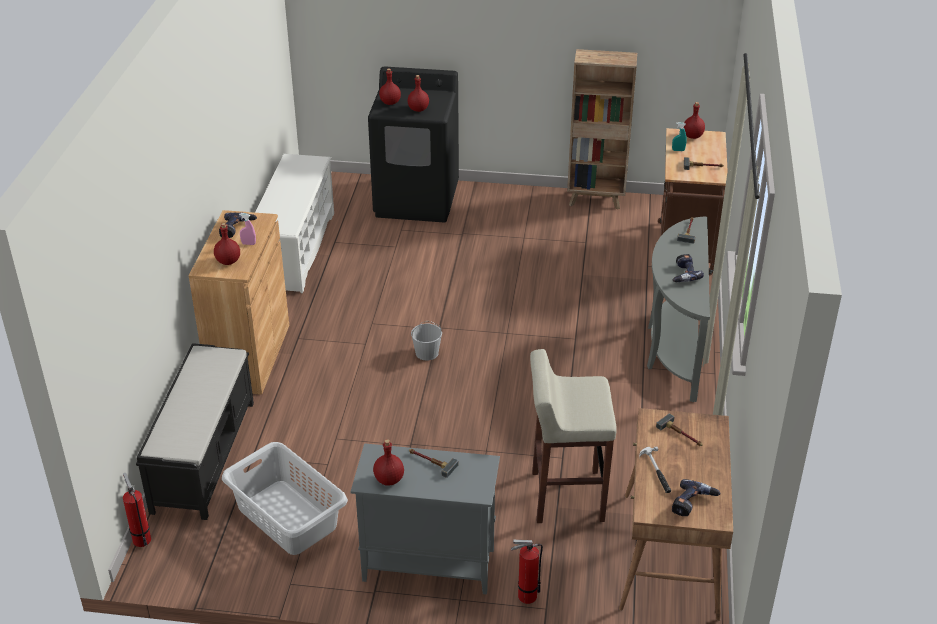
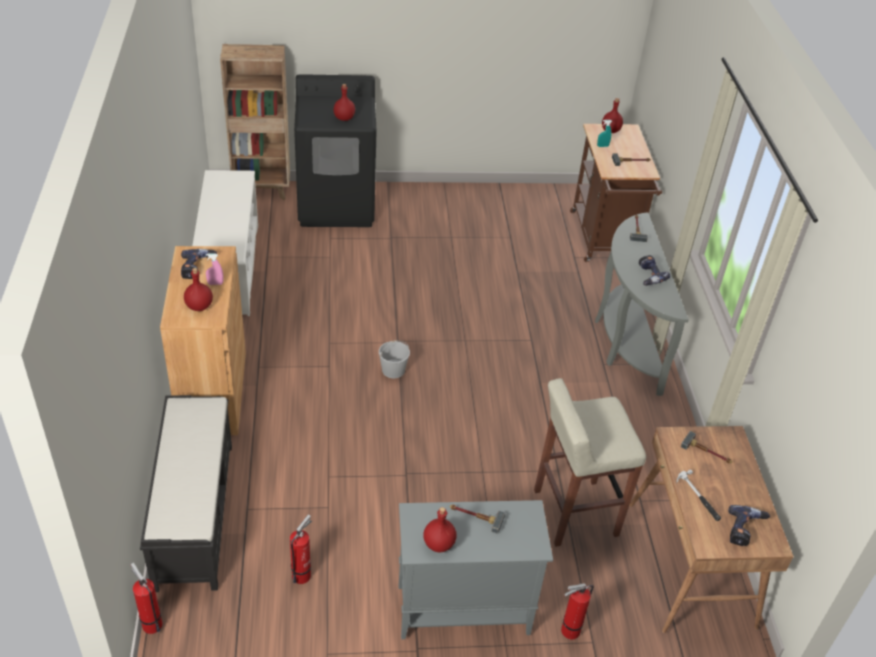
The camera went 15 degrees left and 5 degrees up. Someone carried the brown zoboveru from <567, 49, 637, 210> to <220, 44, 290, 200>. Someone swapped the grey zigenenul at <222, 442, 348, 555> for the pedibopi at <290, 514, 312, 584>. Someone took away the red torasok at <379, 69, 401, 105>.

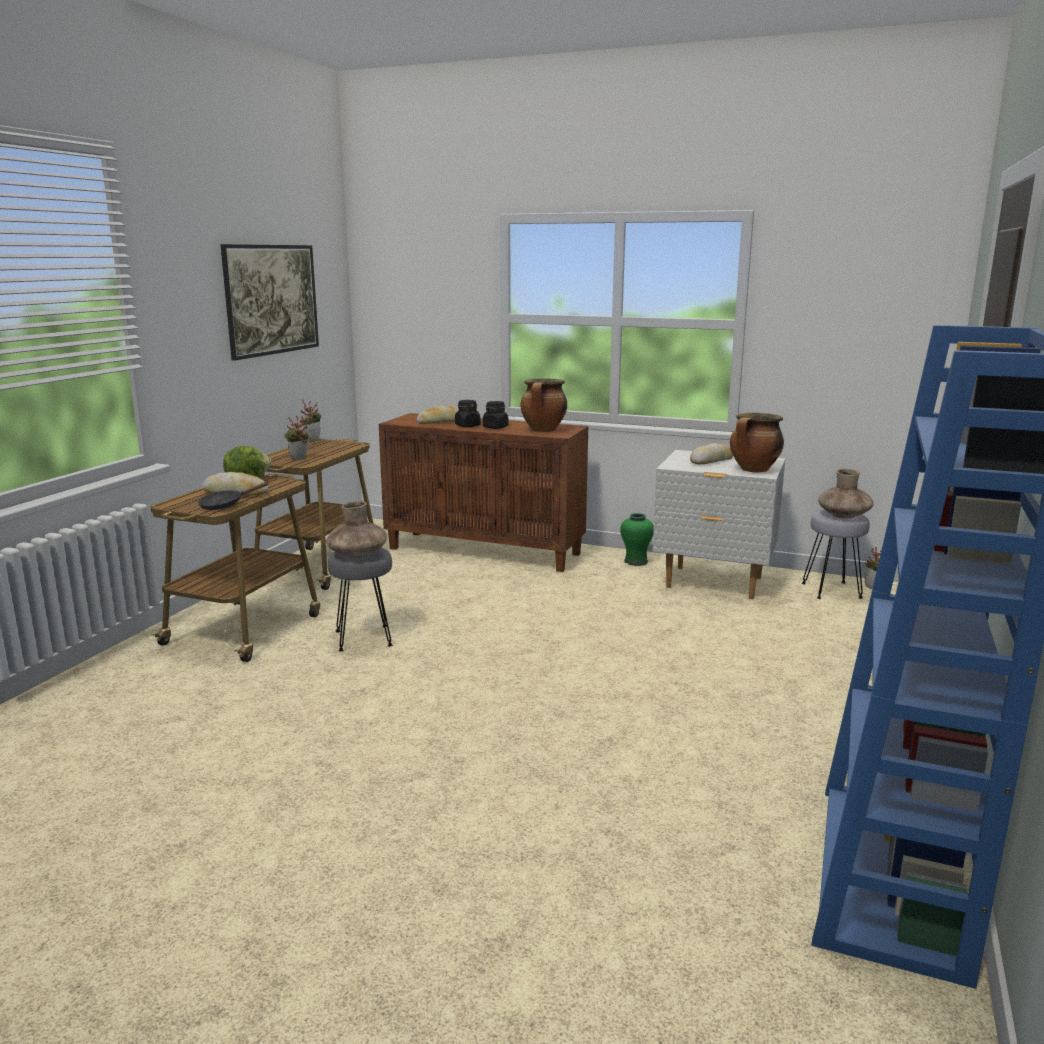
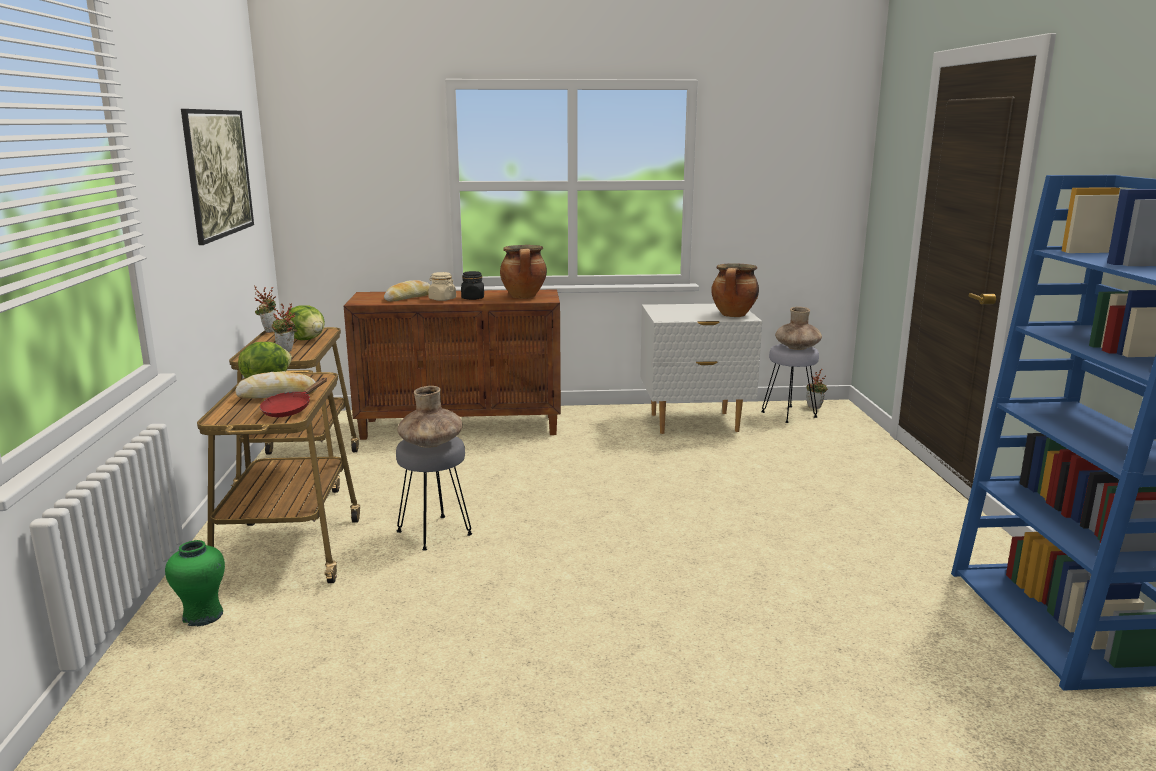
The camera went 25 degrees left and 0 degrees up. Someone carried the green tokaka from <620, 513, 654, 566> to <165, 540, 225, 627>. Someone repainted the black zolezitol at <198, 482, 268, 510>, which became the red zolezitol at <260, 378, 327, 417>. Someone put down the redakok at <285, 305, 325, 340>. Someone repainted the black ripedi at <455, 400, 481, 427>, which became the beige ripedi at <428, 272, 456, 301>. Someone took away the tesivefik at <690, 443, 733, 464>.

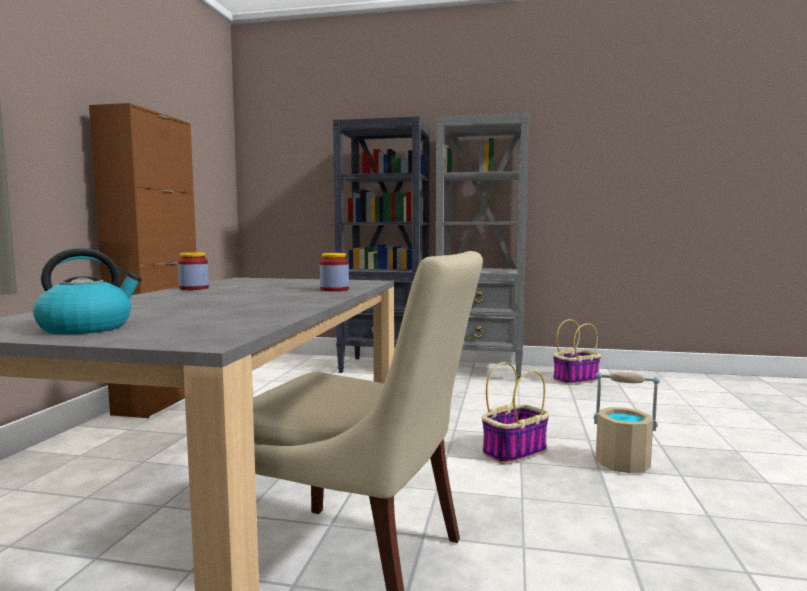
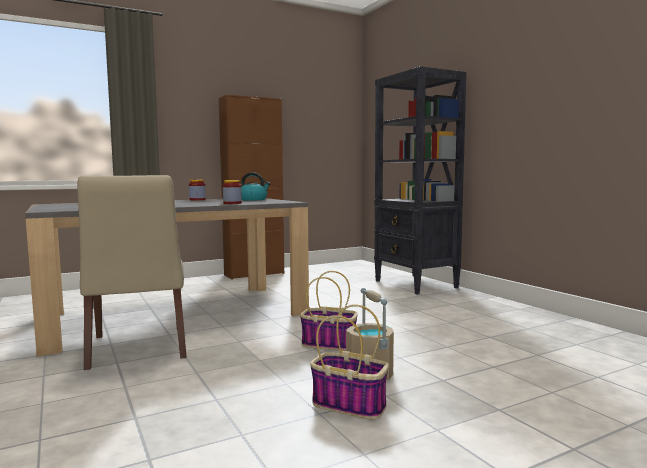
The camera went 50 degrees right and 0 degrees up. Someone carried the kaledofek from <33, 248, 142, 334> to <241, 172, 270, 200>. Someone carried the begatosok from <553, 319, 601, 385> to <310, 304, 389, 420>. Someone took away the grey zoboveru at <436, 113, 529, 381>.

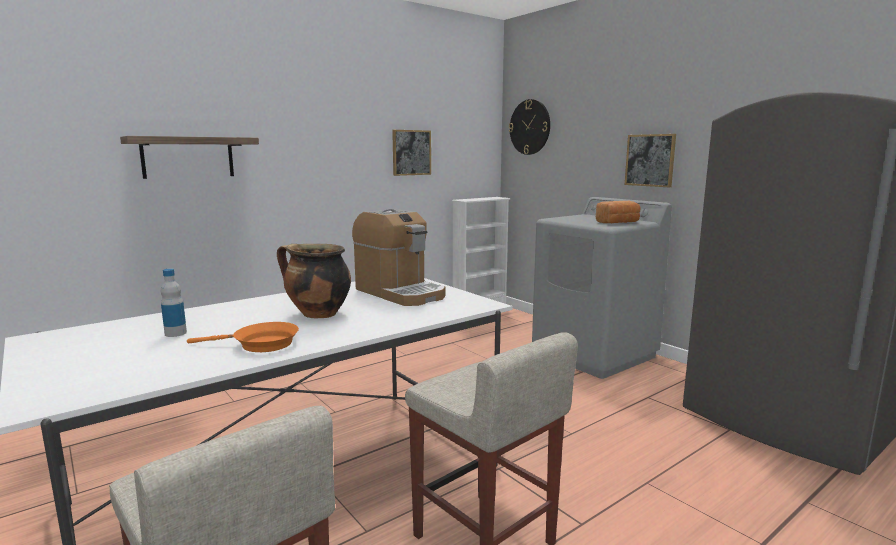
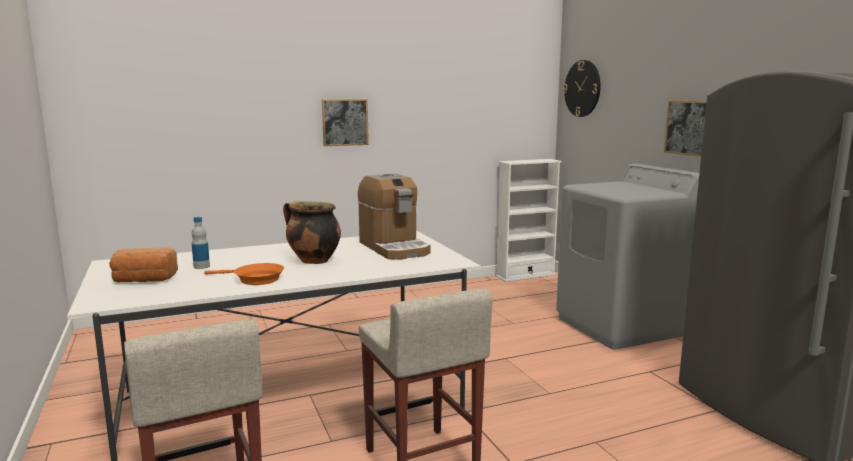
The camera went 15 degrees right and 0 degrees up. Someone carried the tesivefik from <596, 201, 641, 223> to <109, 248, 178, 283>. Someone carried the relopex from <392, 130, 431, 176> to <322, 99, 369, 146>. Someone took away the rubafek at <120, 136, 259, 179>.

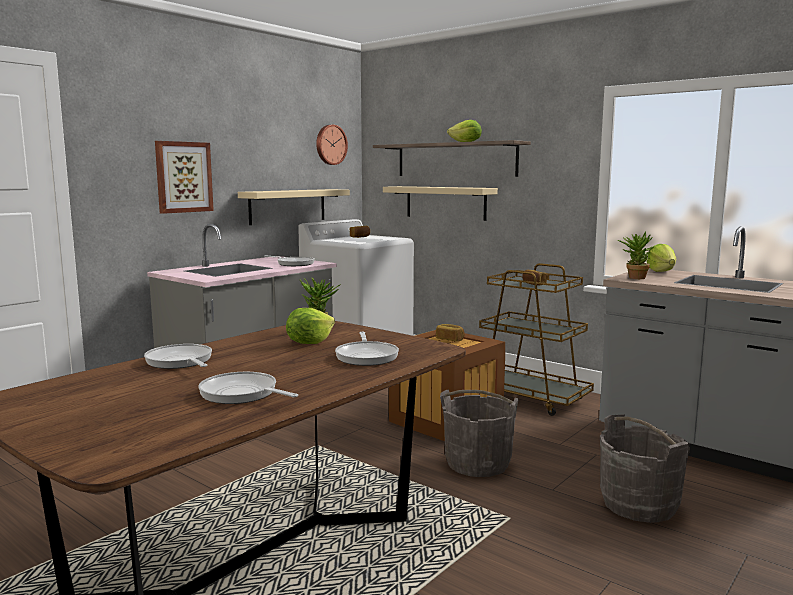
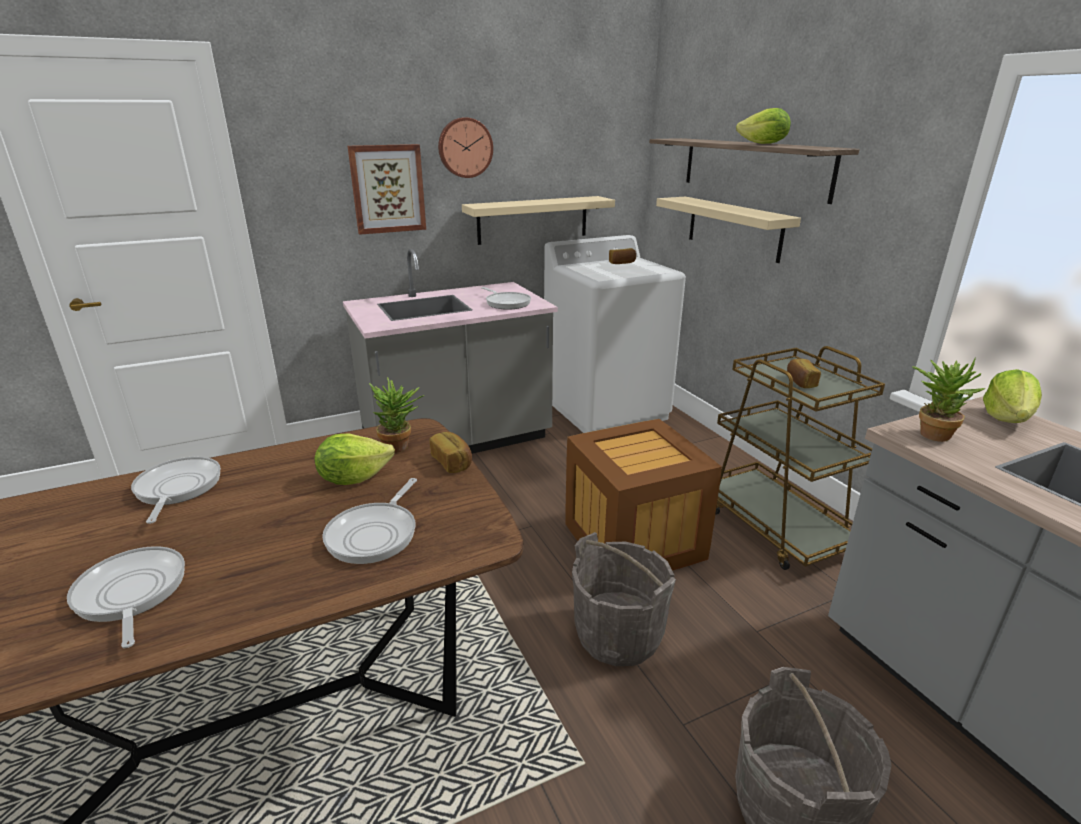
The camera went 25 degrees right and 15 degrees up. Someone carried the tesivefik from <436, 324, 465, 342> to <429, 432, 472, 473>. Someone carried the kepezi from <316, 125, 348, 165> to <438, 117, 493, 178>.

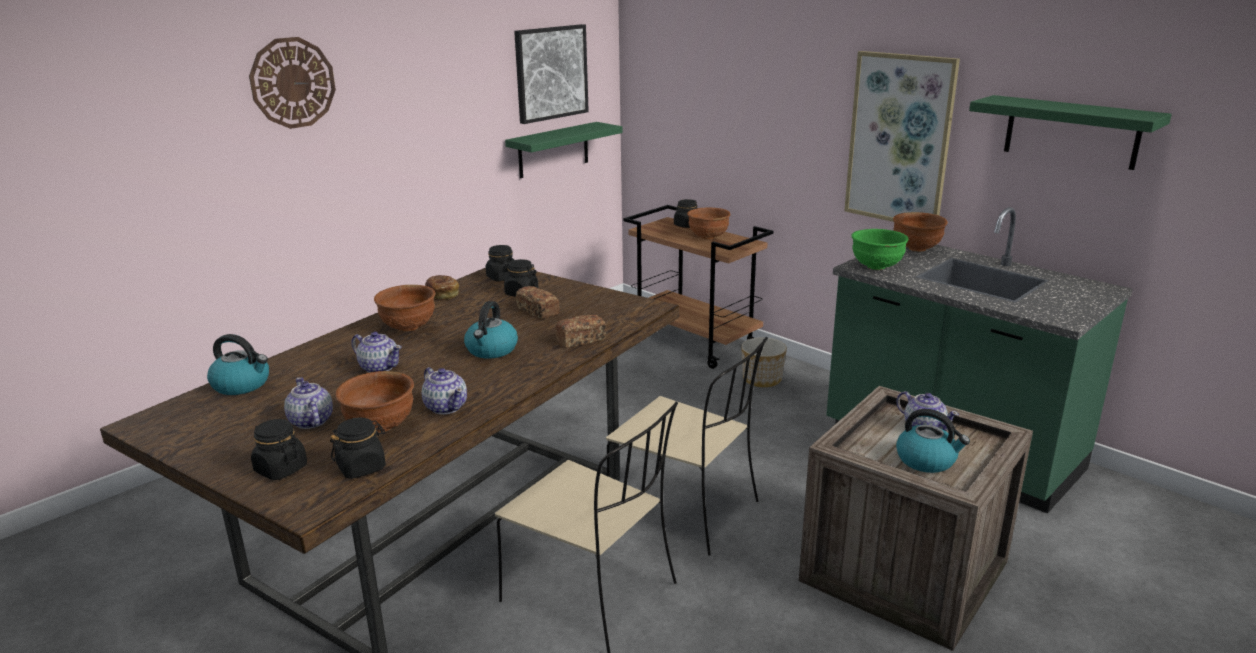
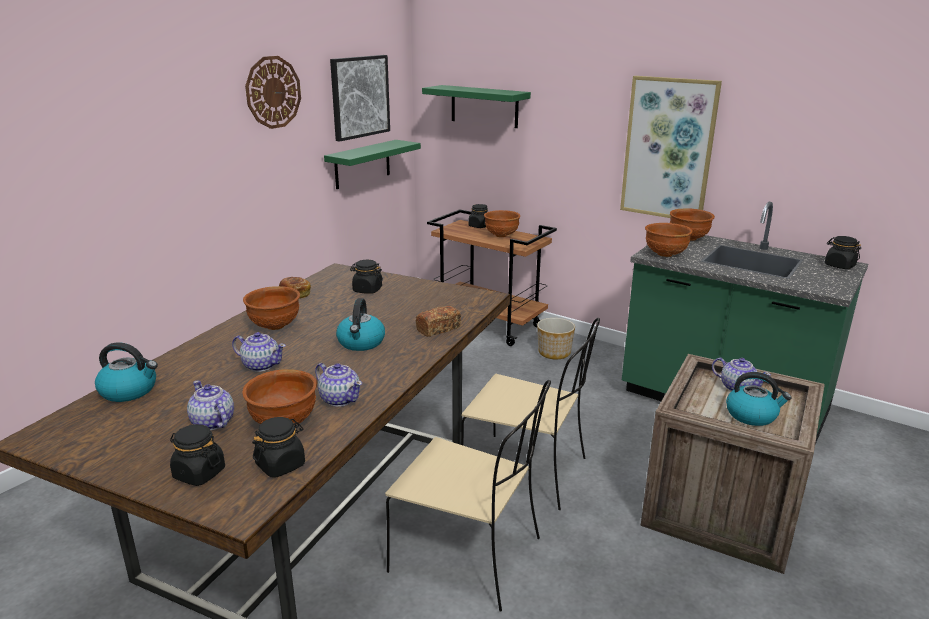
The camera went 10 degrees left and 0 degrees up. Someone carried the kepezi from <249, 37, 336, 129> to <245, 56, 301, 129>. Someone carried the green rubafek from <969, 95, 1172, 170> to <422, 85, 531, 128>. Someone repainted the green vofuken at <851, 229, 908, 270>, which became the brown vofuken at <645, 223, 693, 257>. Someone carried the black ripedi from <486, 245, 514, 281> to <825, 236, 861, 269>. Someone took away the tesivefik at <516, 286, 560, 319>.

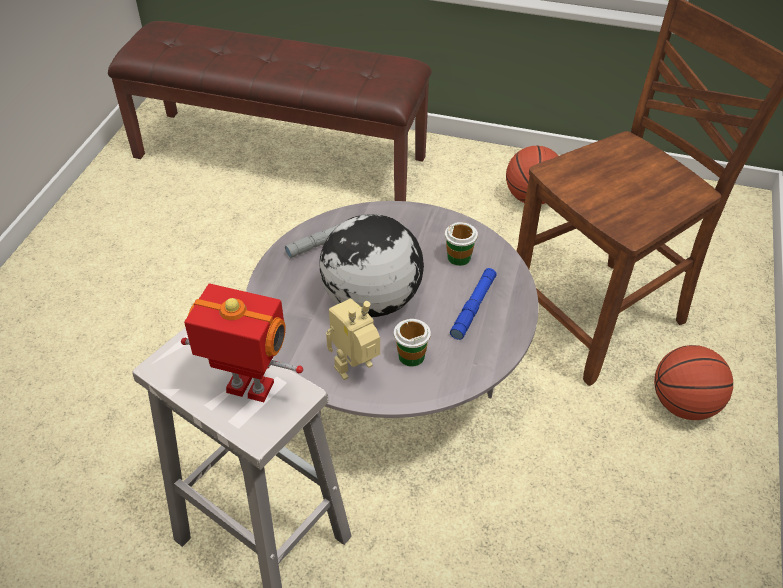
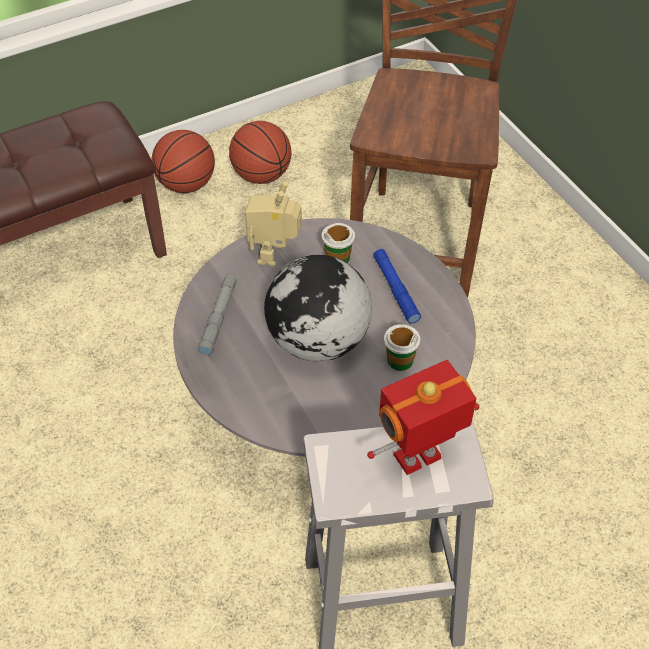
The camera went 45 degrees left and 5 degrees up. Someone carried the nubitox from <654, 345, 733, 420> to <151, 130, 215, 193>. Someone carried the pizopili from <326, 299, 380, 380> to <245, 181, 302, 267>.

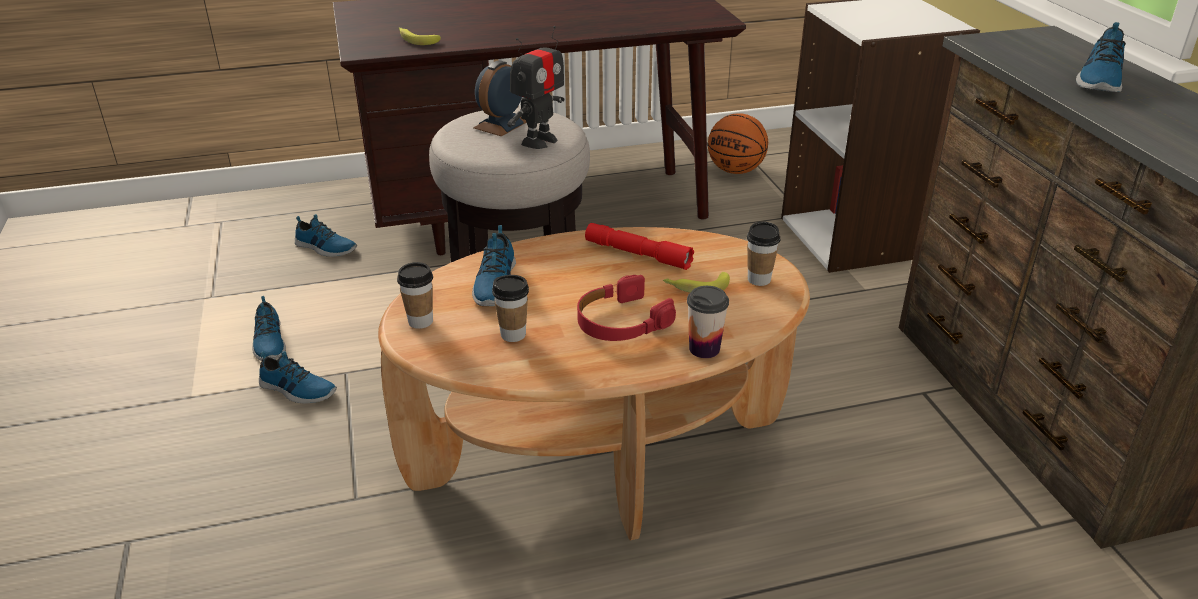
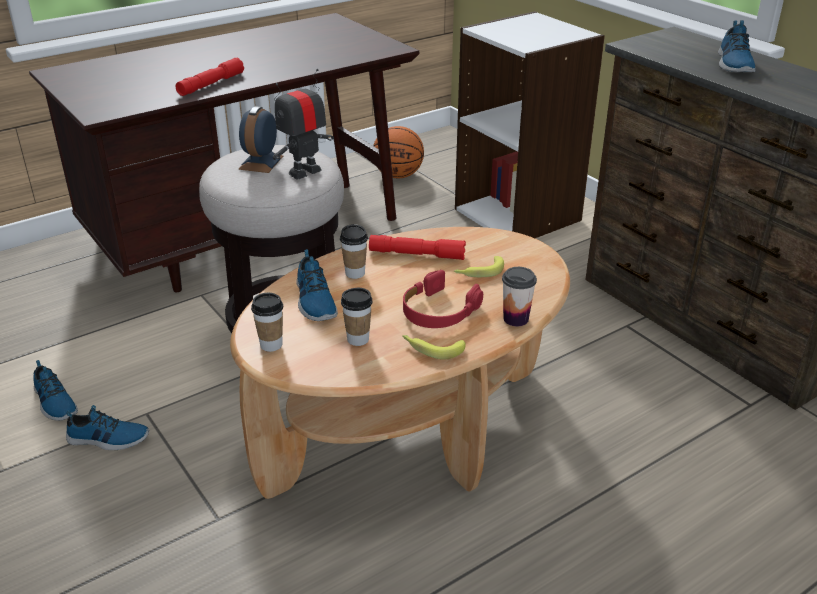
The camera went 20 degrees left and 0 degrees up. Someone put down the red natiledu at <176, 57, 244, 96>. Someone rotated the pizopili at <507, 26, 564, 149> by 150 degrees counterclockwise. Someone carried the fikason from <747, 222, 780, 286> to <340, 224, 368, 279>. Someone carried the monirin from <399, 28, 441, 45> to <402, 335, 466, 360>. Someone took away the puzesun at <295, 214, 357, 257>.

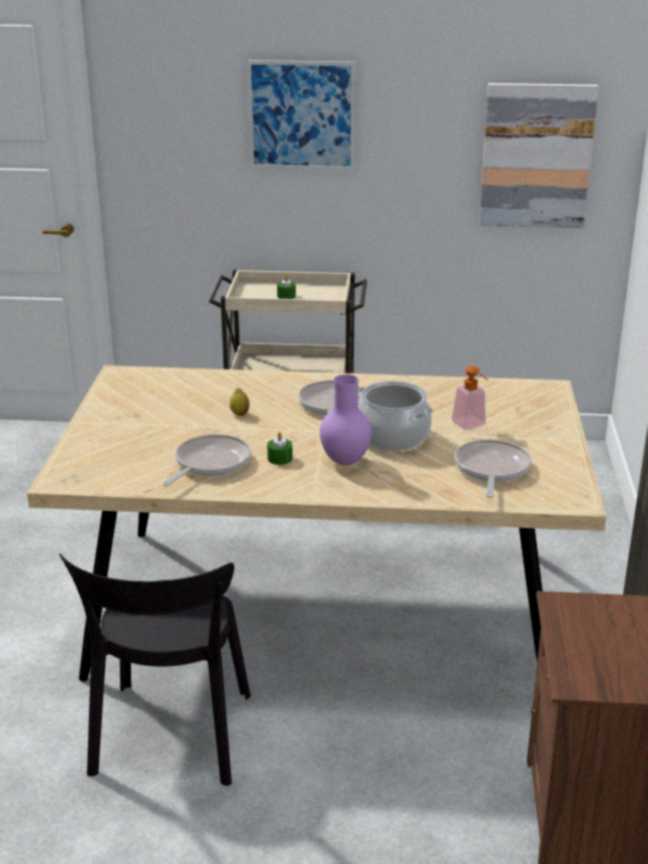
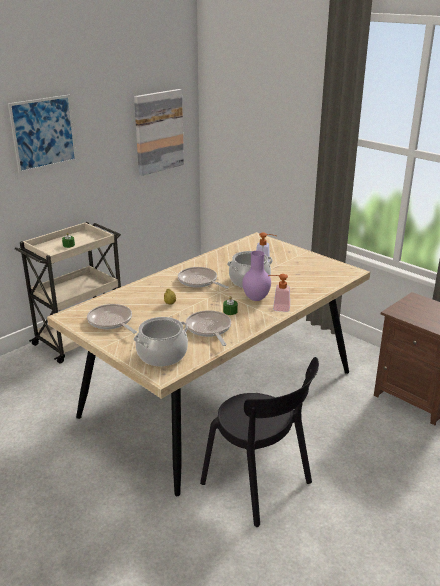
The camera went 50 degrees left and 0 degrees up. Someone carried the zolezitol from <454, 439, 532, 498> to <87, 304, 137, 333>. Someone put down the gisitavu at <134, 317, 188, 366>. Someone put down the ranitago at <268, 274, 290, 312>.

